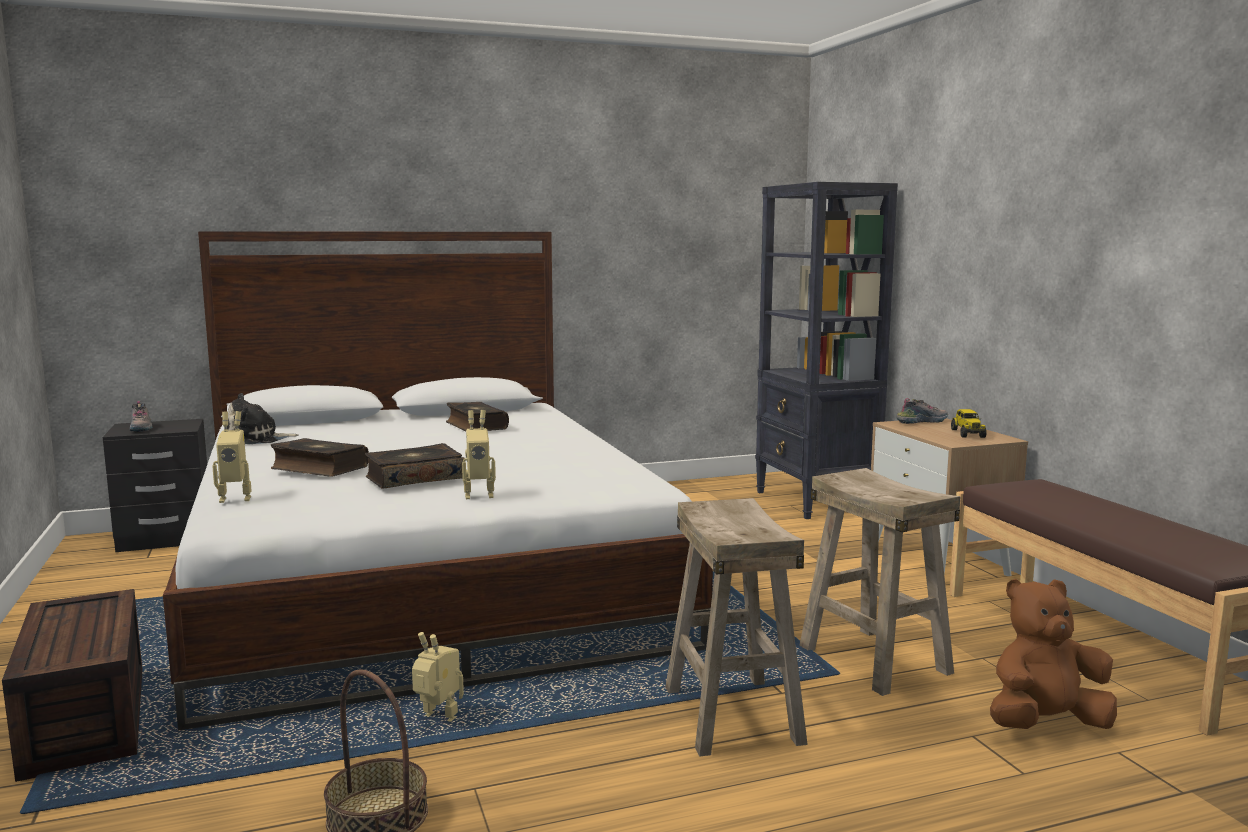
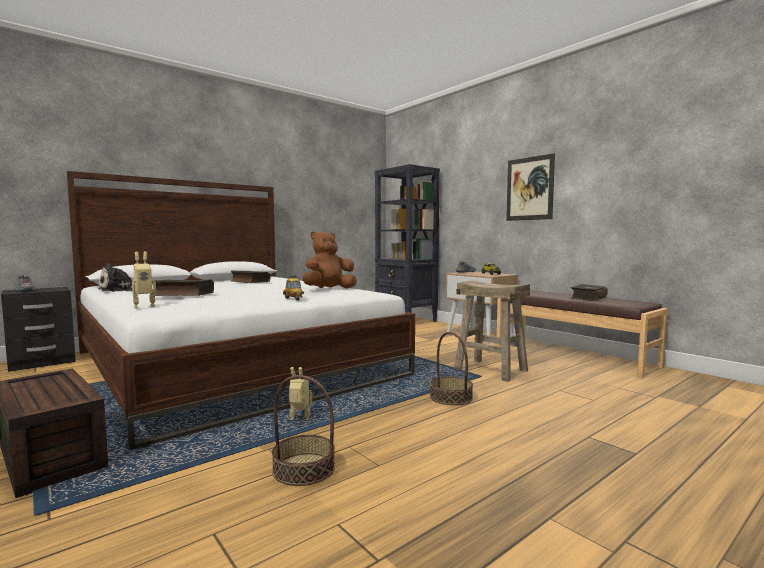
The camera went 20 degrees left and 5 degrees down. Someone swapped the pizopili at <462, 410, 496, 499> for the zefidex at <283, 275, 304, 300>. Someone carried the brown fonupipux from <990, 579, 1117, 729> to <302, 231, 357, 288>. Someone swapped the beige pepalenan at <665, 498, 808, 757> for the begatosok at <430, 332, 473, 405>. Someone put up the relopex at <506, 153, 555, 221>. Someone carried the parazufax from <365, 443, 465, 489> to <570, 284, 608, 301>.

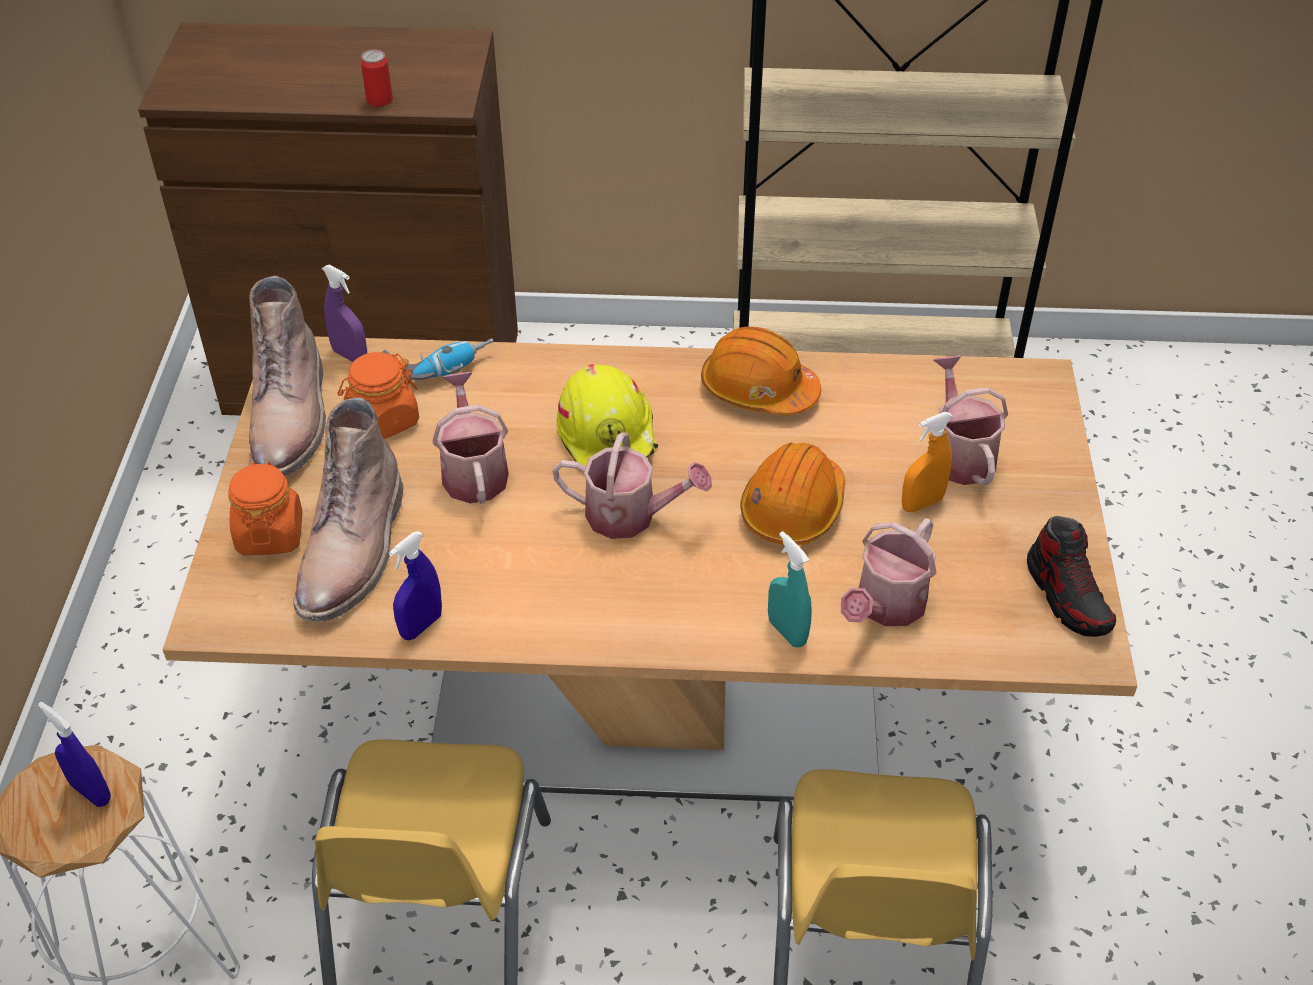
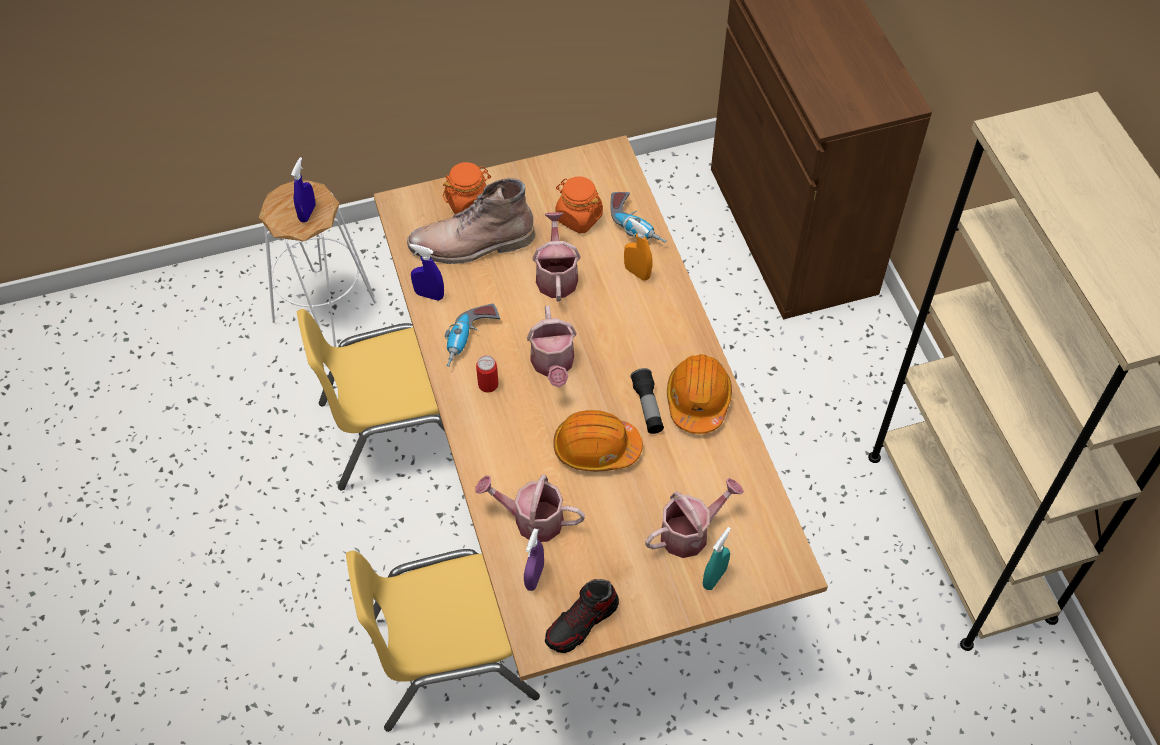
The camera went 70 degrees right and 10 degrees up. Someone put down the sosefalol at <445, 304, 500, 367>. Someone carried the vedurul from <361, 50, 393, 107> to <476, 355, 499, 393>. Someone carried the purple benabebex from <322, 265, 367, 362> to <524, 528, 544, 591>. Someone rotated the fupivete at <432, 372, 509, 504> by 60 degrees counterclockwise. Someone carried the orange benabebex from <902, 412, 953, 512> to <624, 218, 652, 281>. Someone put down the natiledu at <630, 368, 664, 434>. Someone carried the turquoise benabebex from <768, 531, 812, 648> to <703, 527, 731, 590>. Someone took away the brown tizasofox at <249, 276, 326, 476>. Someone took away the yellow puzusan at <556, 364, 658, 467>.

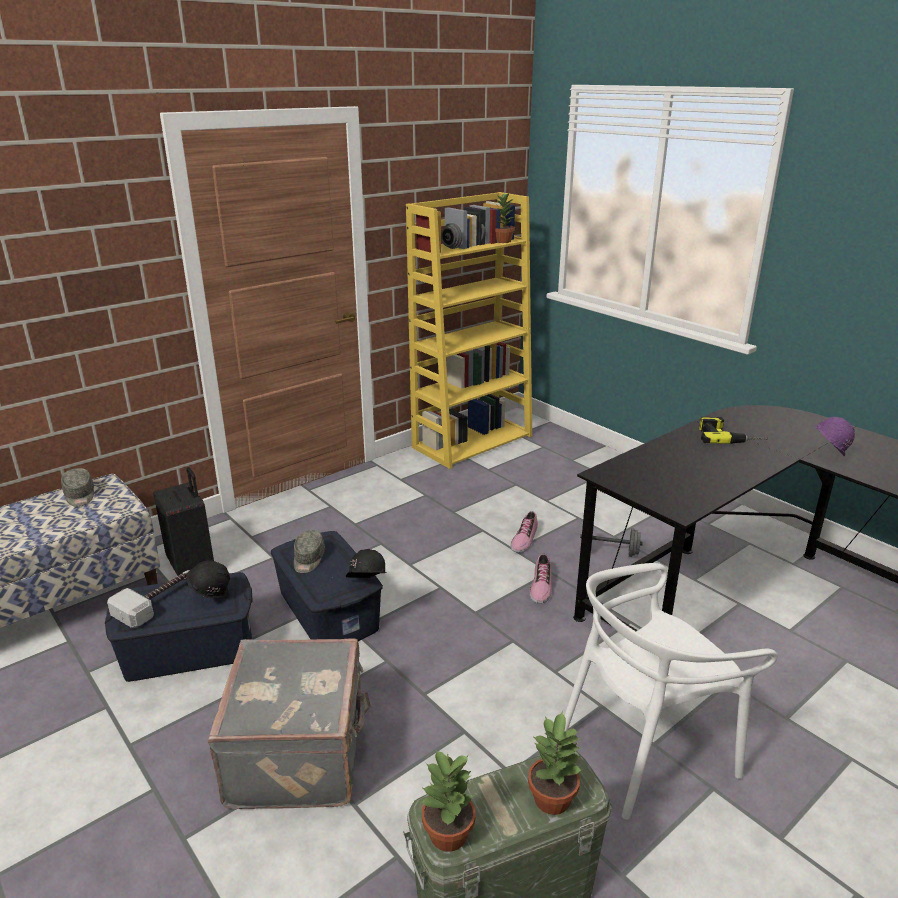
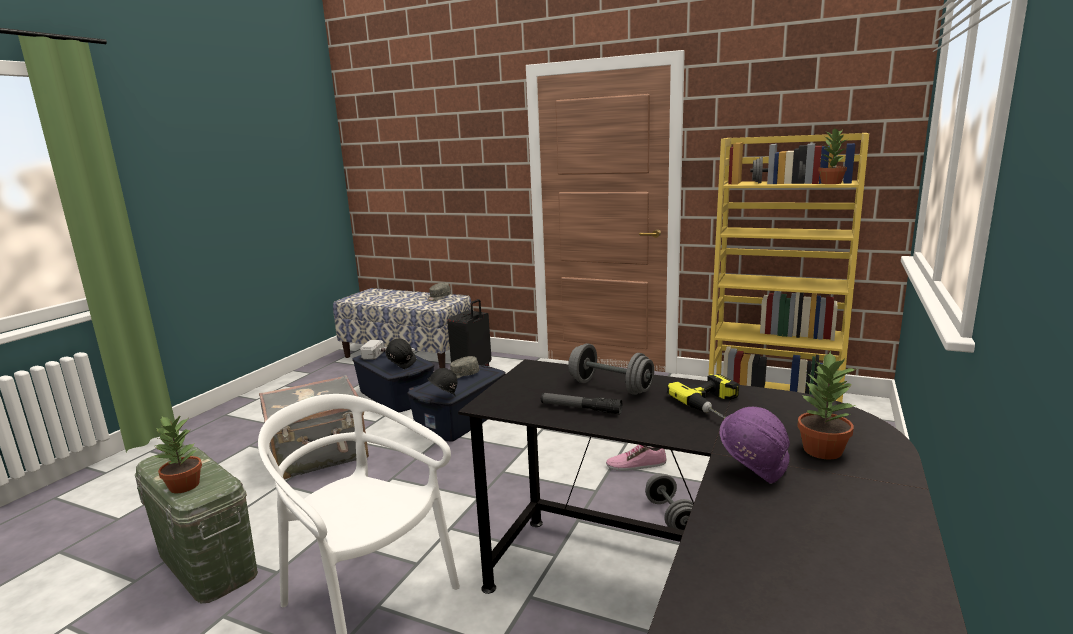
The camera went 65 degrees right and 10 degrees down. Someone put down the natiledu at <541, 393, 622, 414>. Someone put down the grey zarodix at <568, 343, 654, 395>. Someone carried the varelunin from <421, 750, 475, 852> to <797, 351, 858, 460>. Someone took away the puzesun at <530, 554, 552, 603>.

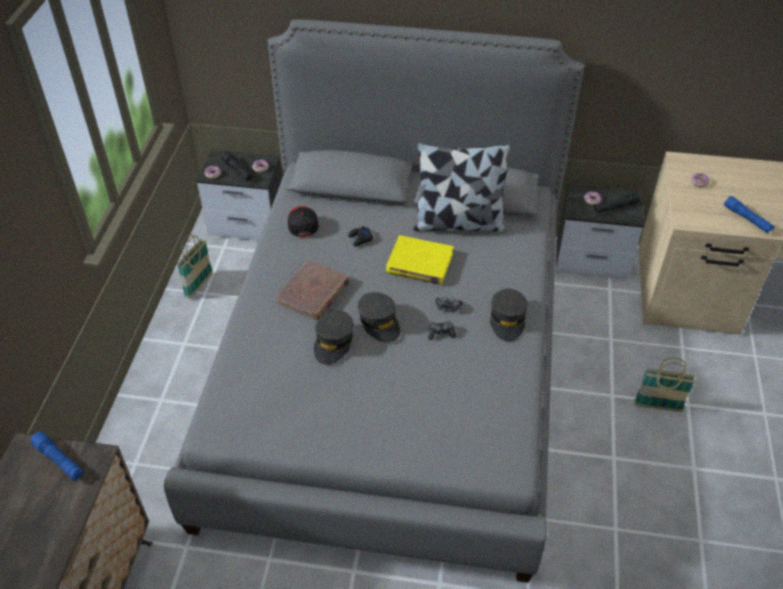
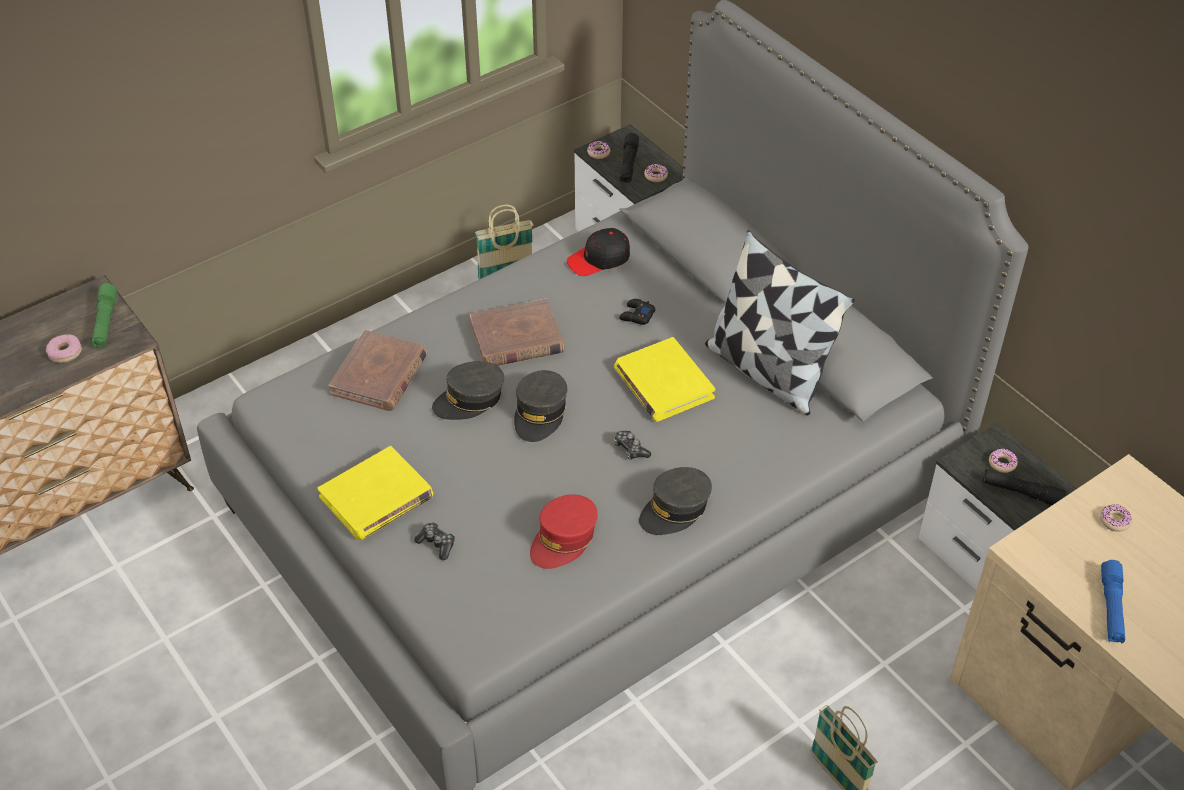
The camera went 45 degrees right and 0 degrees up. Someone put down the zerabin at <46, 334, 82, 363>. Someone repainted the blue natiledu at <30, 431, 84, 481>, which became the green natiledu at <92, 283, 117, 348>. Someone put down the yellow parazufax at <317, 446, 433, 540>. Someone put down the brown parazufax at <329, 330, 428, 411>. Someone carried the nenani from <428, 321, 457, 340> to <414, 522, 455, 560>. Someone put down the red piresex at <530, 495, 598, 569>. Someone rotated the black piresex at <288, 206, 319, 237> by 150 degrees counterclockwise.

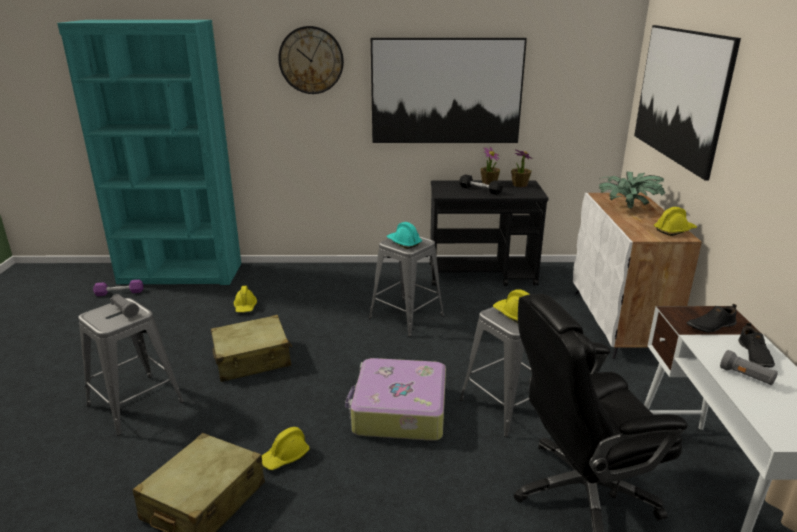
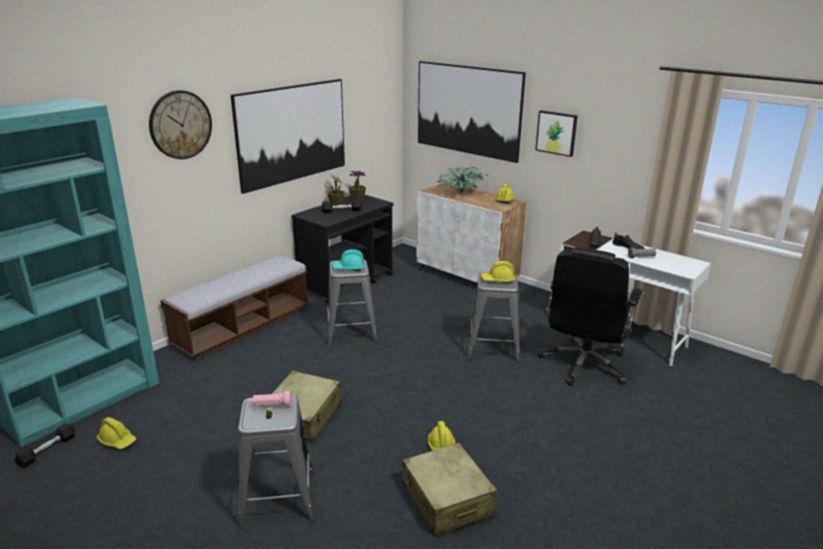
The camera went 50 degrees left and 0 degrees up. Someone repainted the purple zarodix at <93, 280, 143, 296>, which became the black zarodix at <15, 423, 75, 468>. Someone carried the yellow puzusan from <234, 286, 257, 313> to <97, 417, 137, 449>. Someone put down the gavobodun at <160, 255, 309, 360>. Someone repainted the grey natiledu at <110, 294, 139, 318>, which became the pink natiledu at <253, 391, 291, 407>. Someone put up the relopex at <535, 110, 578, 157>. Someone took away the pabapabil at <345, 358, 446, 441>.

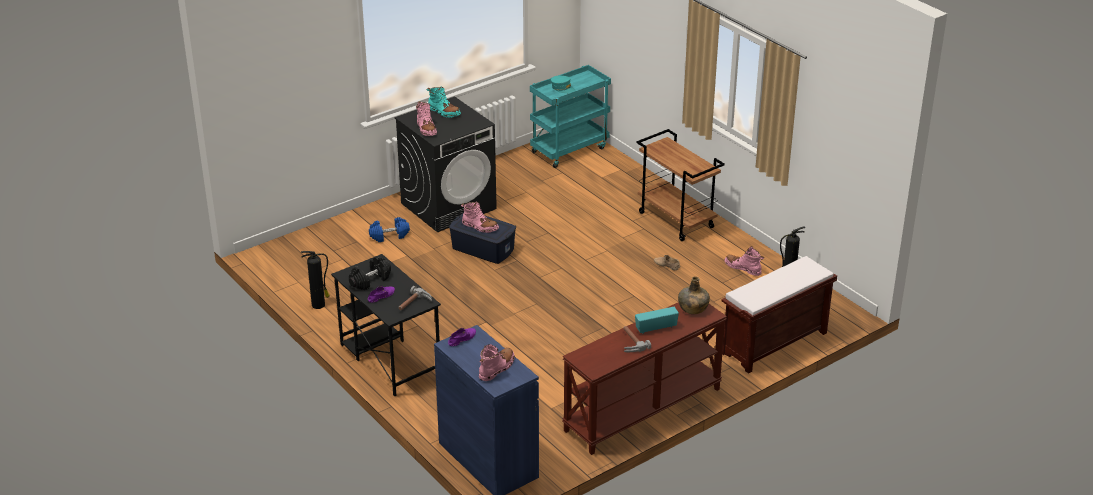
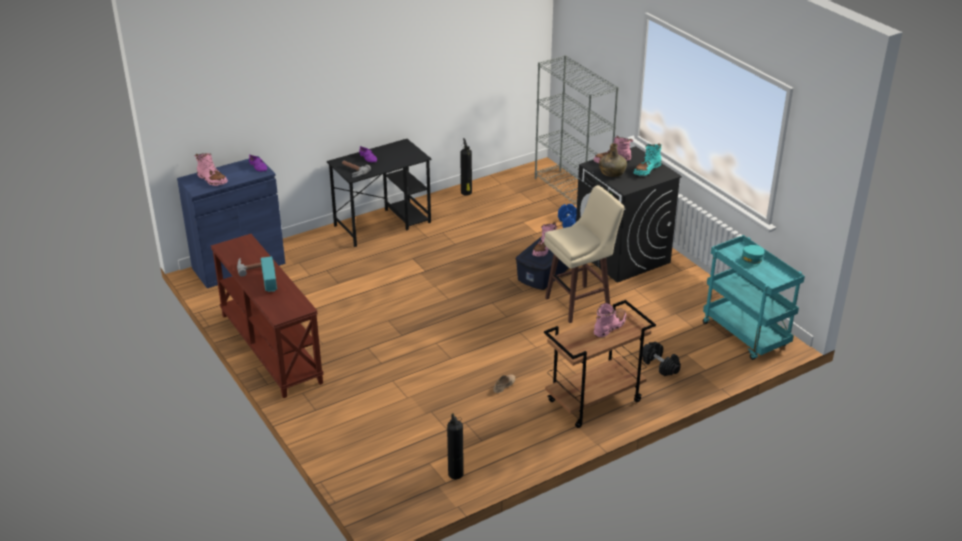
The camera went 95 degrees right and 0 degrees up. Someone put down the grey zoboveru at <535, 55, 619, 206>. Someone put down the beige pepalenan at <544, 185, 625, 323>. Someone carried the pink tizasofox from <724, 246, 764, 276> to <594, 303, 626, 337>. Someone carried the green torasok from <678, 276, 710, 314> to <599, 143, 627, 177>. Someone carried the black zarodix from <349, 257, 391, 291> to <642, 342, 681, 376>. Someone took away the brown gavobodun at <721, 256, 837, 374>.

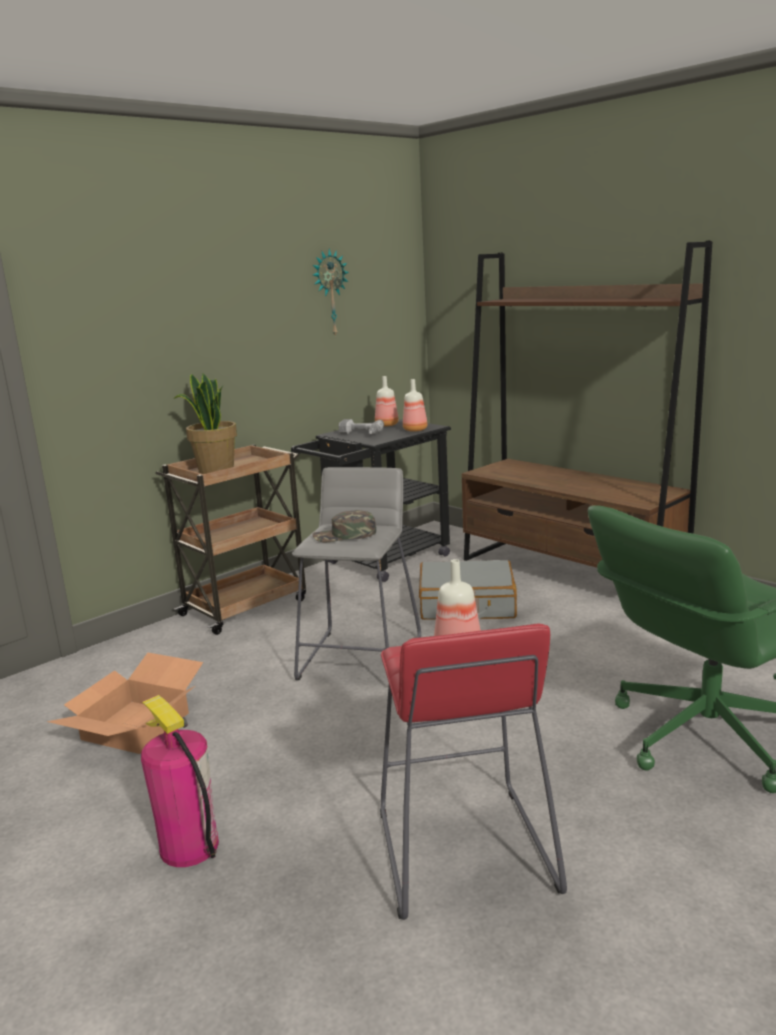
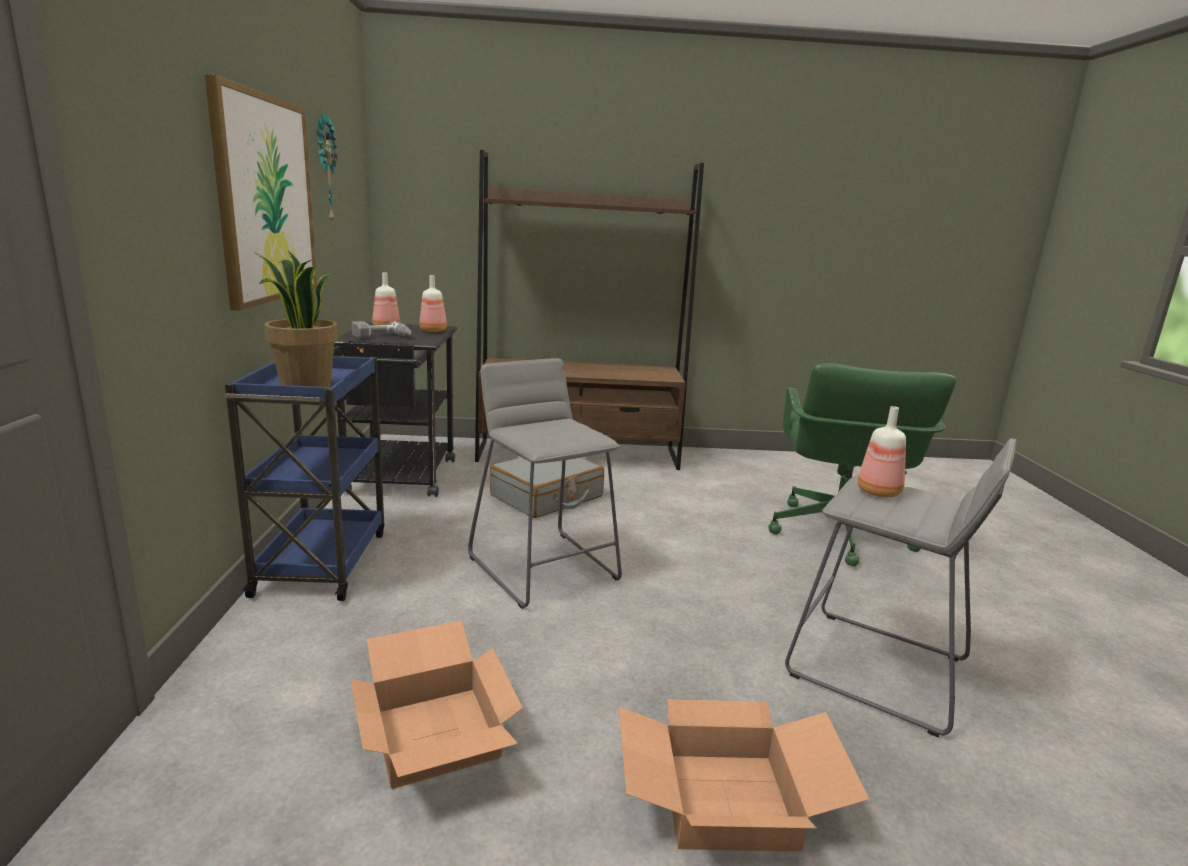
The camera went 50 degrees left and 0 degrees up. Someone put up the relopex at <205, 74, 317, 311>. Someone repainted the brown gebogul at <155, 444, 306, 635>, which became the blue gebogul at <225, 356, 385, 601>. Someone swapped the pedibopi at <141, 695, 219, 867> for the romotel at <619, 699, 870, 852>. Someone repainted the red pepalenan at <380, 623, 567, 920>, which became the grey pepalenan at <785, 439, 1017, 737>. Someone took away the green piresex at <313, 510, 376, 542>.

